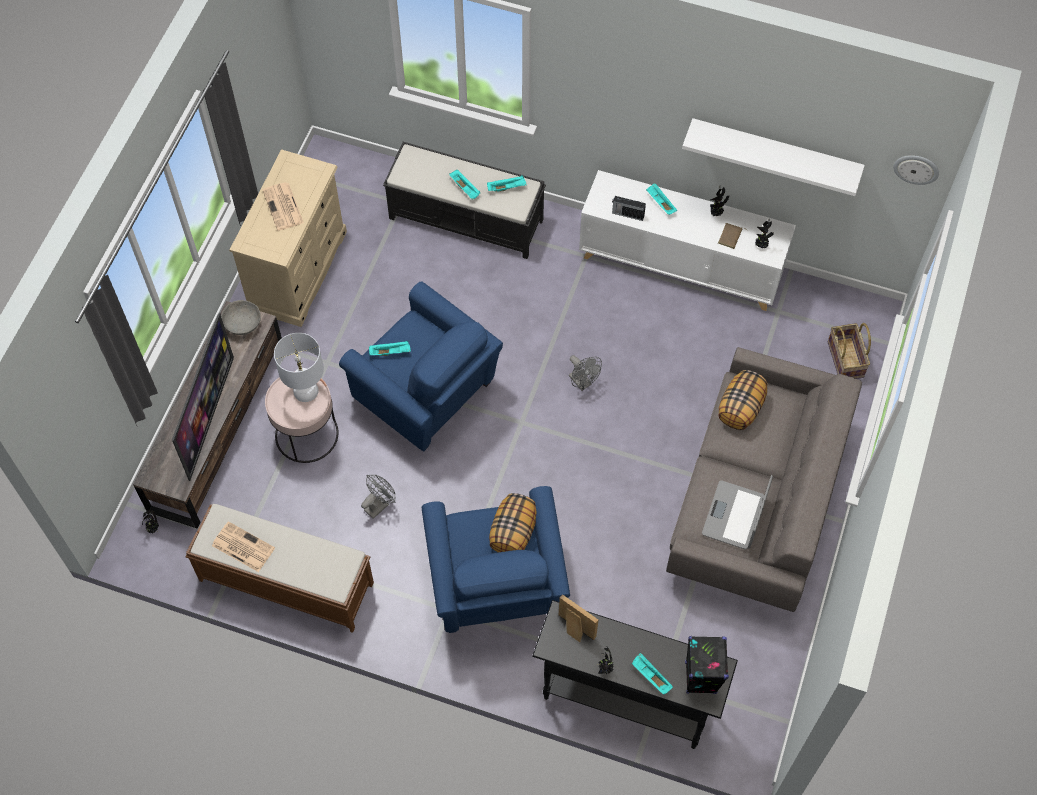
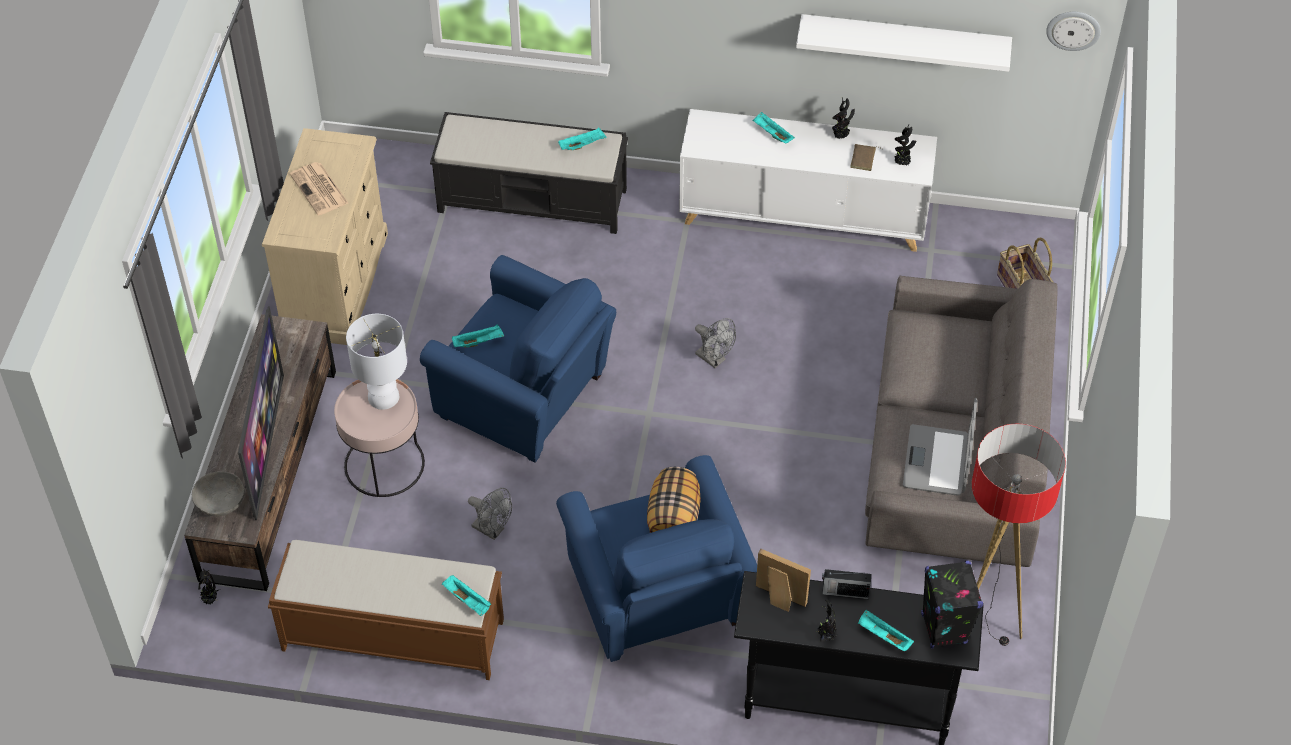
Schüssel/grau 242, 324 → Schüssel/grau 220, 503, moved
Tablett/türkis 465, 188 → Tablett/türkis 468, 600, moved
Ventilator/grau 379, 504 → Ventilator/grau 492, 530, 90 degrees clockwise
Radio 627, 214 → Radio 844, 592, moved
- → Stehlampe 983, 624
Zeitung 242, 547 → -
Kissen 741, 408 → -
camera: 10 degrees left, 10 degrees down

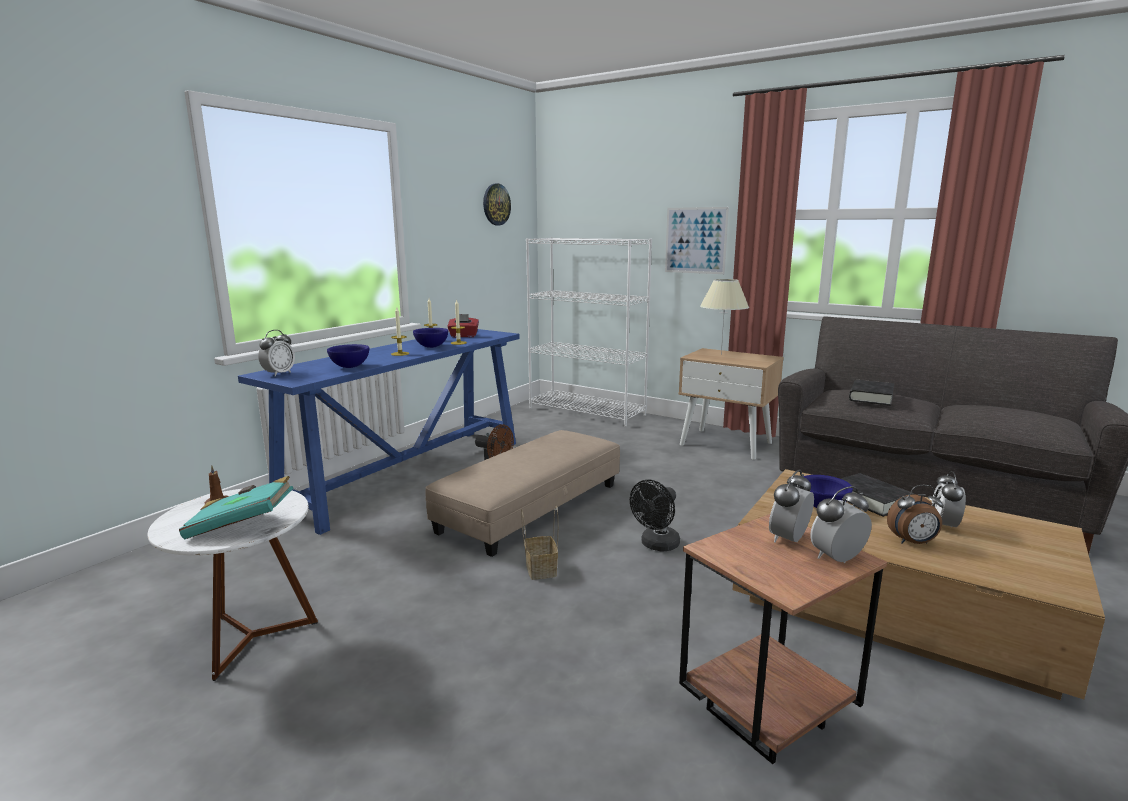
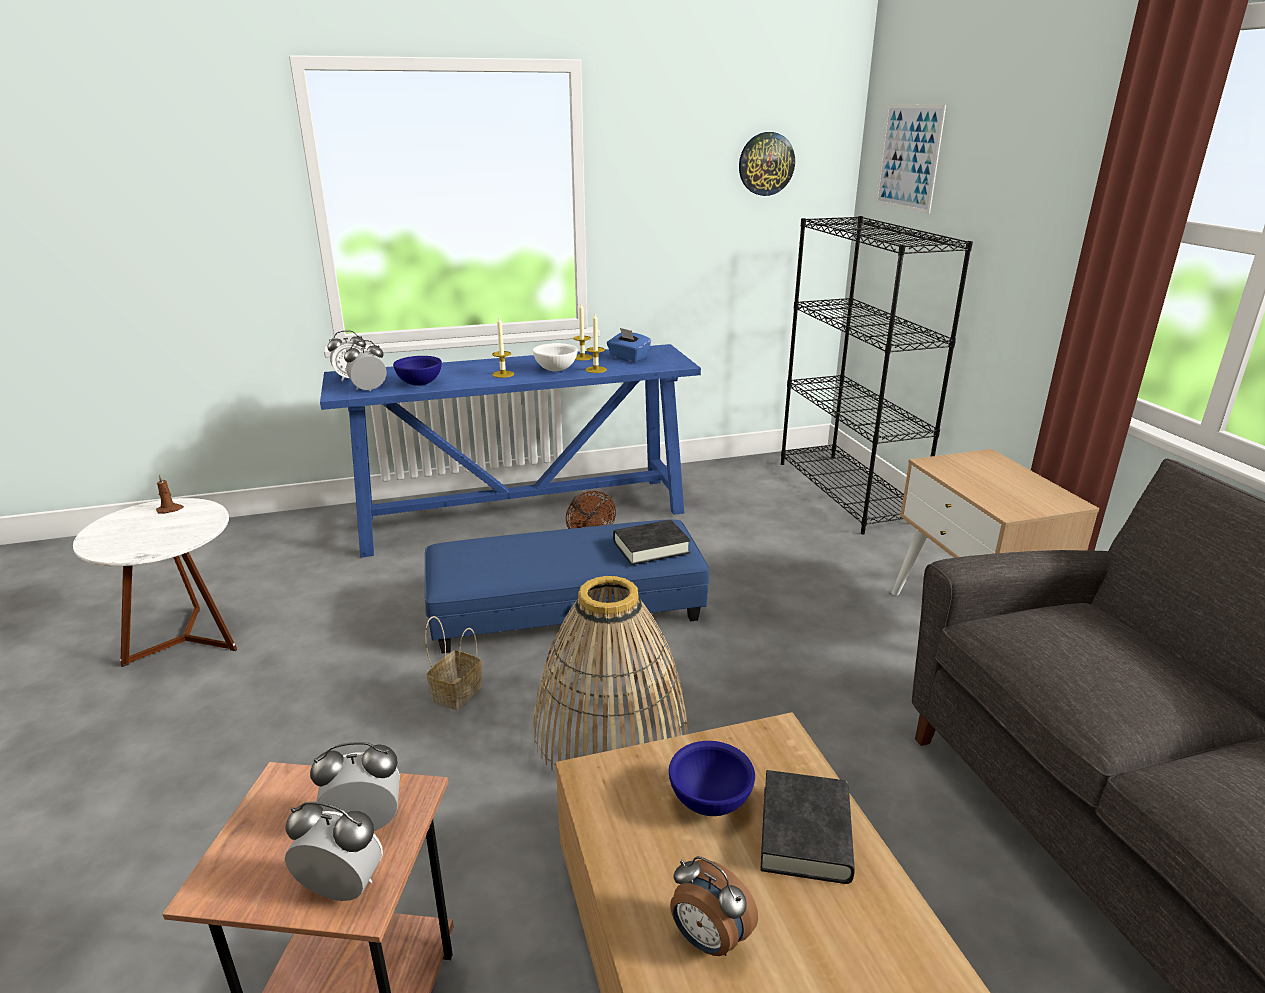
Wecker 944, 526 → Wecker 369, 389, moved
Polsterhocker/beige 531, 507 → Polsterhocker/blau 566, 610
Schüssel/blau 431, 346 → Schüssel/weiß 556, 369
Ventilator/schwarz 656, 545 → Korb 610, 730
Taschentuchbox/rot 463, 336 → Taschentuchbox/blau 628, 358
Buch/schwarz 871, 397 → Buch/schwarz 651, 547, moved
Bücherregal/weiß 587, 412 → Bücherregal/schwarz 847, 492
Bild 695, 240 → Bild 909, 157, moved
Buch/türkis 242, 525 → -
Tischlampe/beige 721, 354 → -
camera: 40 degrees right, 10 degrees up

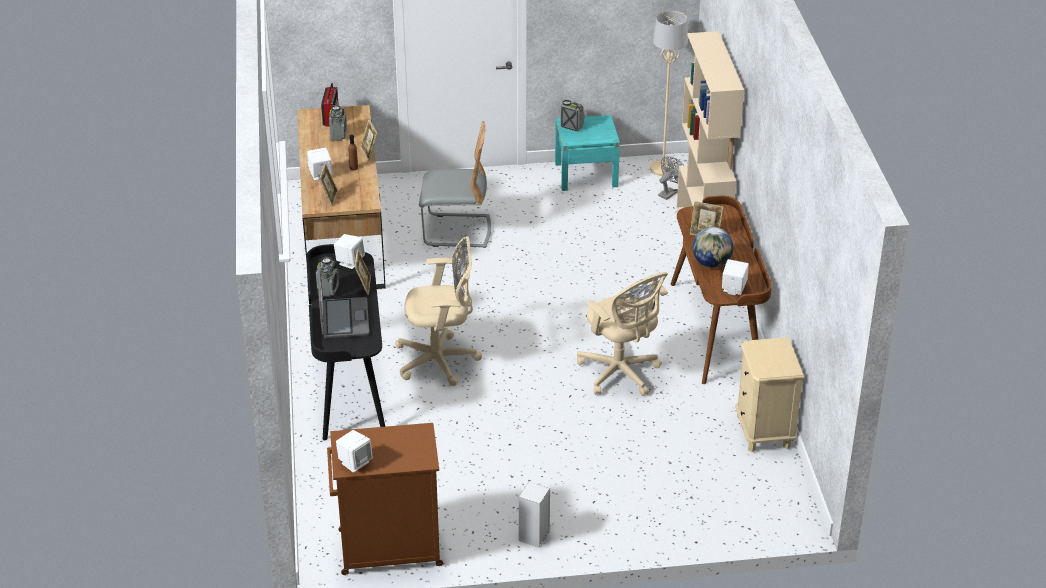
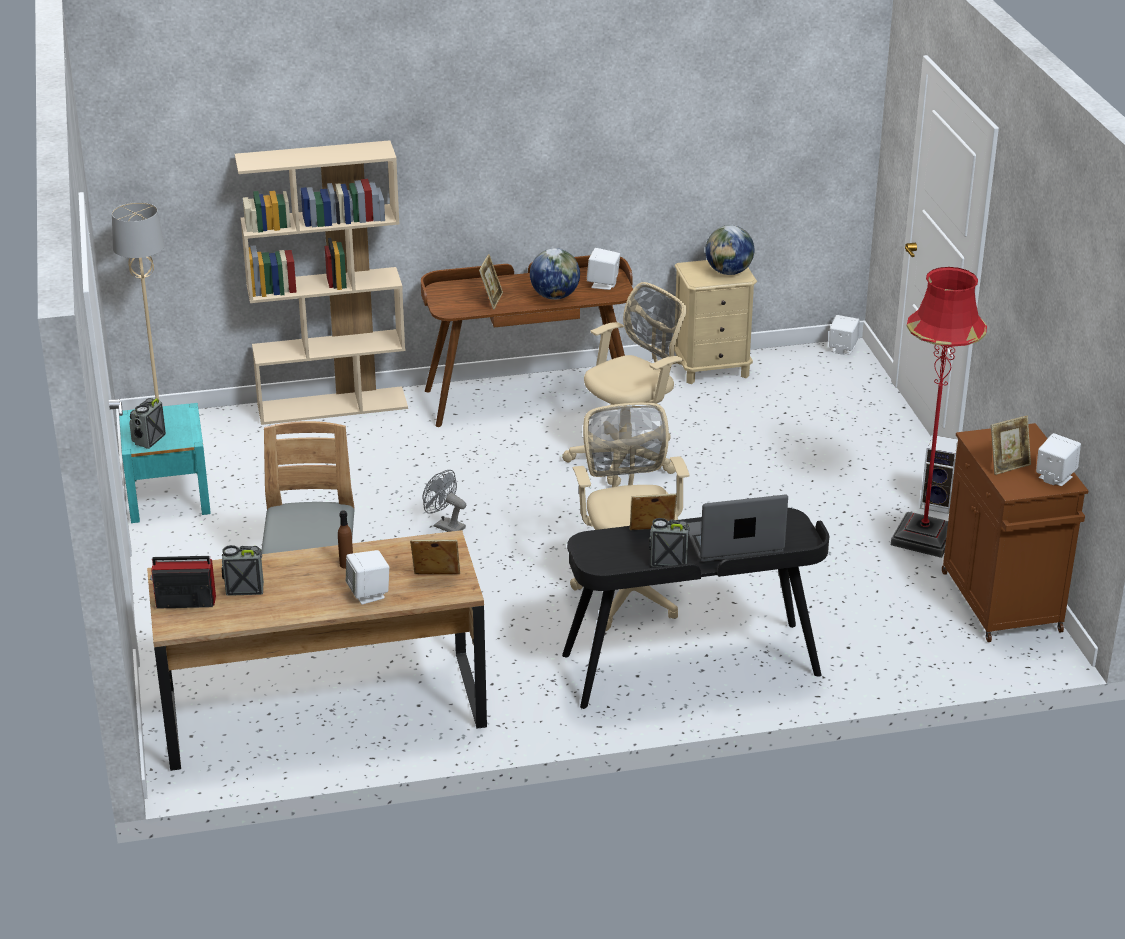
Ventilator/grau 669, 193 → Ventilator/grau 445, 526, moved
- → Globus 728, 272
Lautsprecher/weiß 350, 262 → Lautsprecher/weiß 842, 349, moved
- → Stehlampe/rot 923, 538
Bilderrahmen 369, 153 → Bilderrahmen 1008, 466, moved
camera: 95 degrees left, 5 degrees down

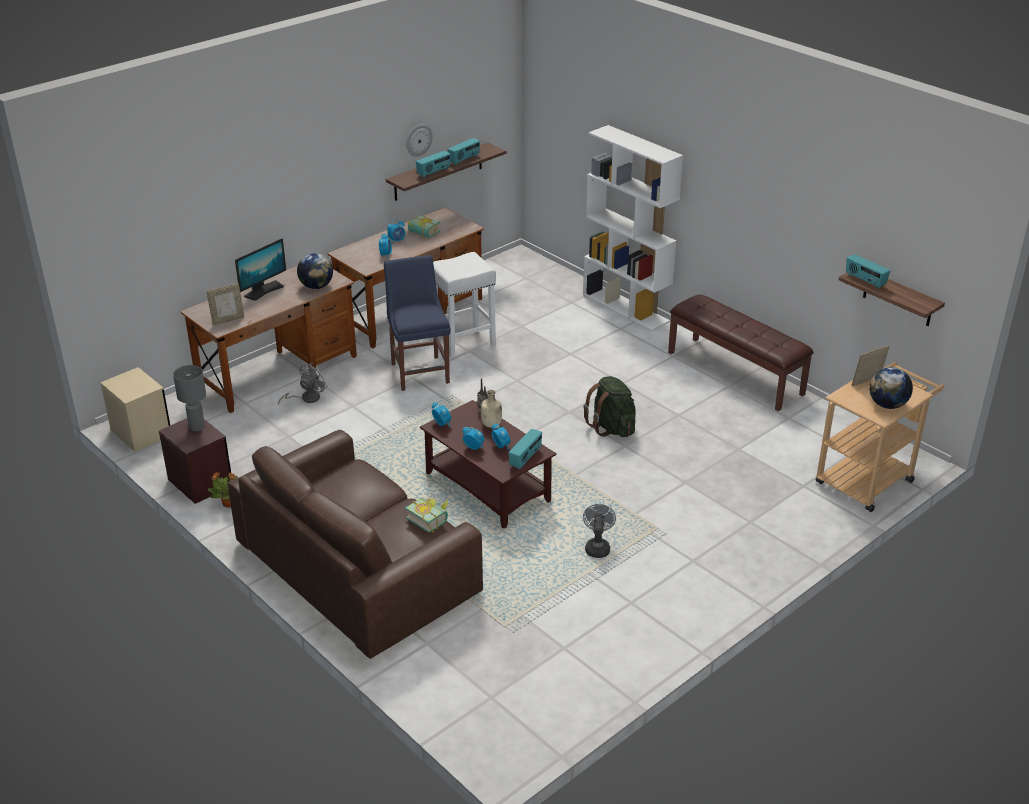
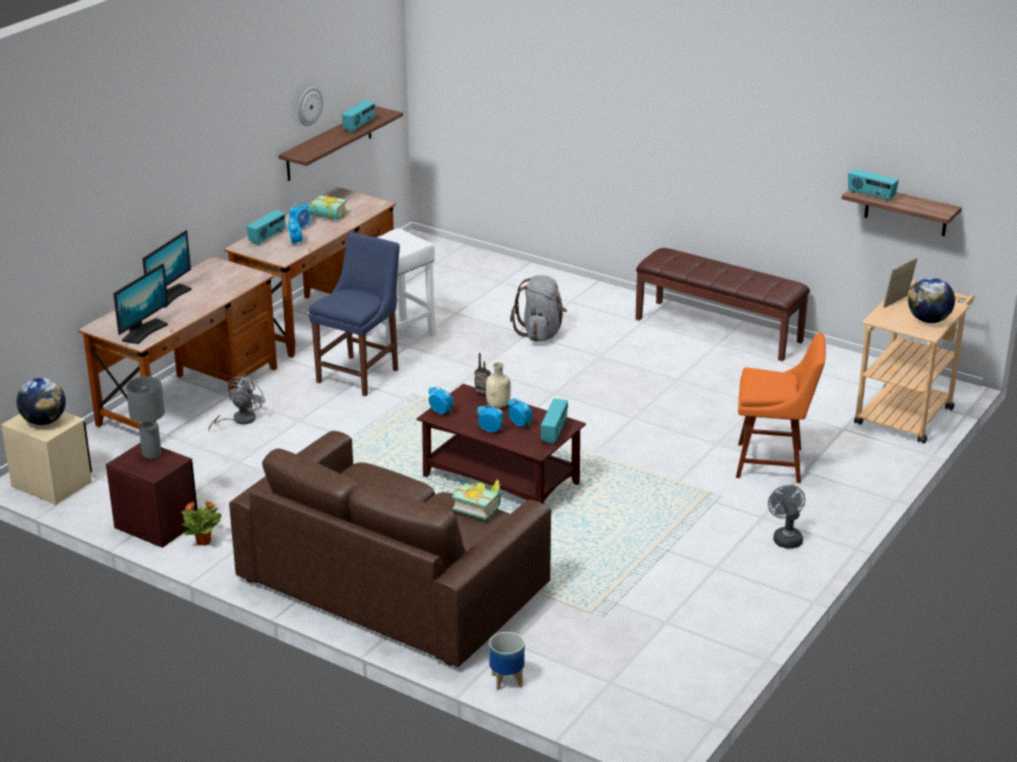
Globus 316, 286 → Globus 44, 421, moved
Bilderrahmen 228, 320 → Monitor 144, 332
Radio 434, 172 → Radio 267, 237, moved
Stuhl/blau 419, 371 → Stuhl/blau 360, 374, 60 degrees clockwise
- → Pflanzkübel 506, 680
- → Rucksack/grau 541, 333
- → Stuhl/orange 773, 463
Ventilator/grau 597, 547 → Ventilator/grau 785, 537, moved
Bücherregal/weiß 626, 308 → -
Rucksack/grün 612, 427 → -
camera: 15 degrees left, 5 degrees down

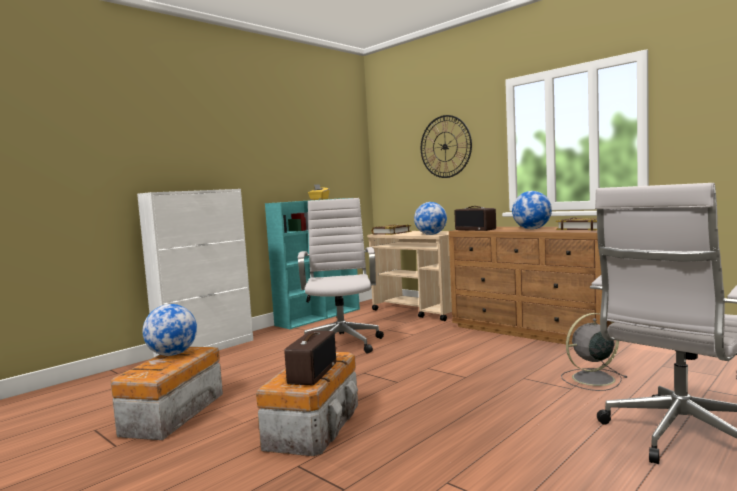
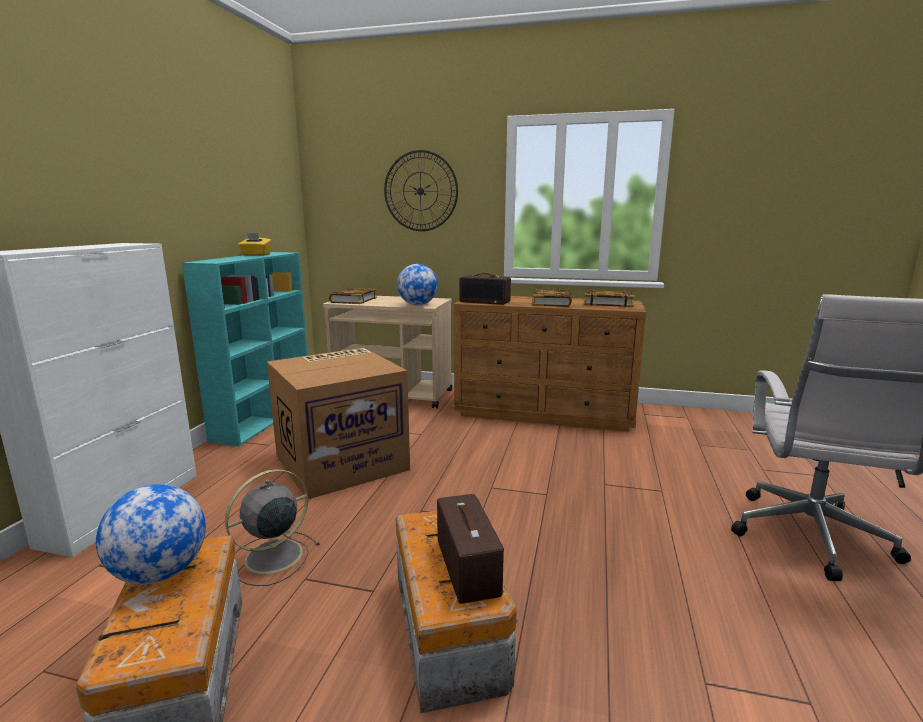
Ventilator/grau 591, 379 → Ventilator/grau 271, 557, moved
Bürostuhl/weiß 342, 343 → Karton 342, 461
Globus 532, 229 → Buch 552, 302
camera: 30 degrees left, 10 degrees up

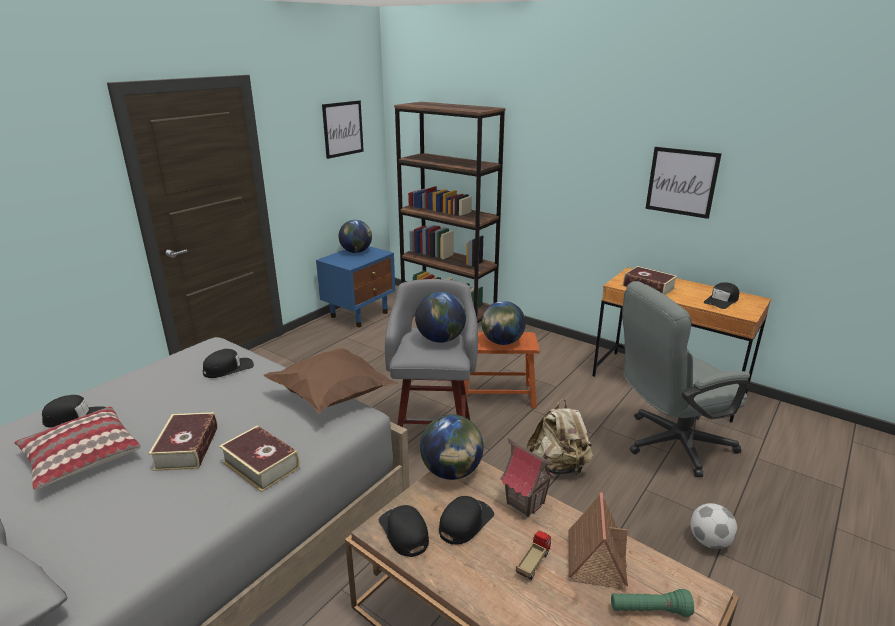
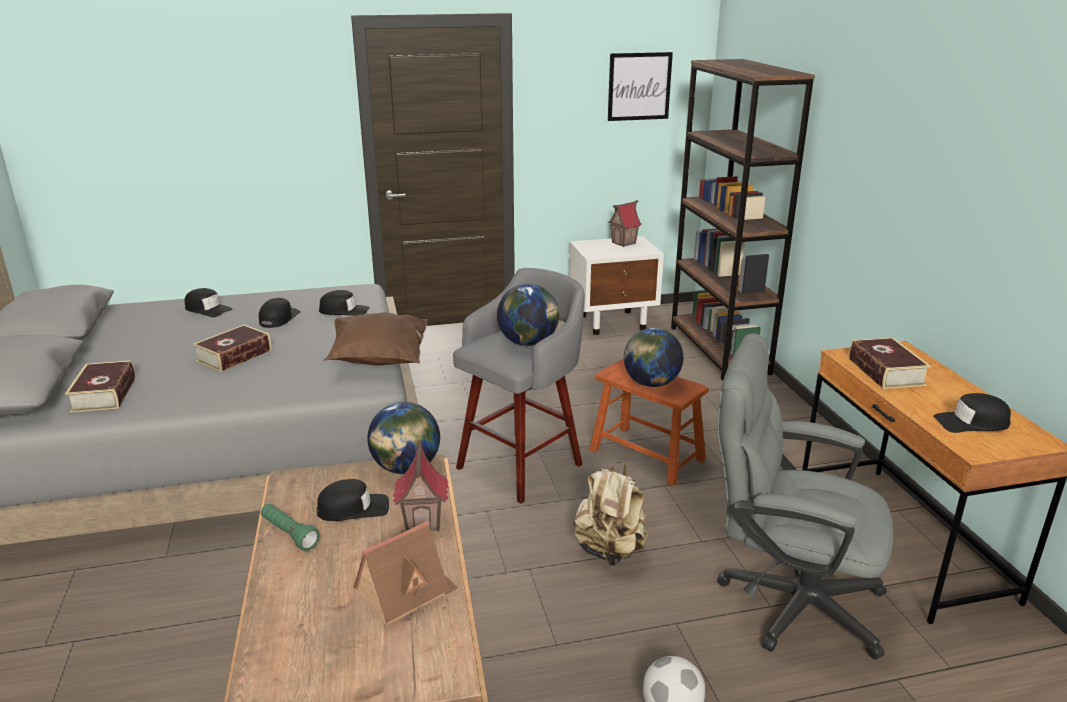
Buch 261, 465 → Buch 104, 394, moved
Kappe/schwarz 404, 532 → Kappe/schwarz 279, 318, moved
Taschenlampe/grün 649, 610 → Taschenlampe/grün 289, 534, moved
Nachttisch/blau 360, 314 → Nachttisch/weiß 613, 322
Globus 356, 252 → Spielzeughaus 624, 243
Kissen 81, 457 → -
Spielzeuglaster 533, 563 → -
Bild 681, 182 → -
camera: 40 degrees right, 0 degrees up

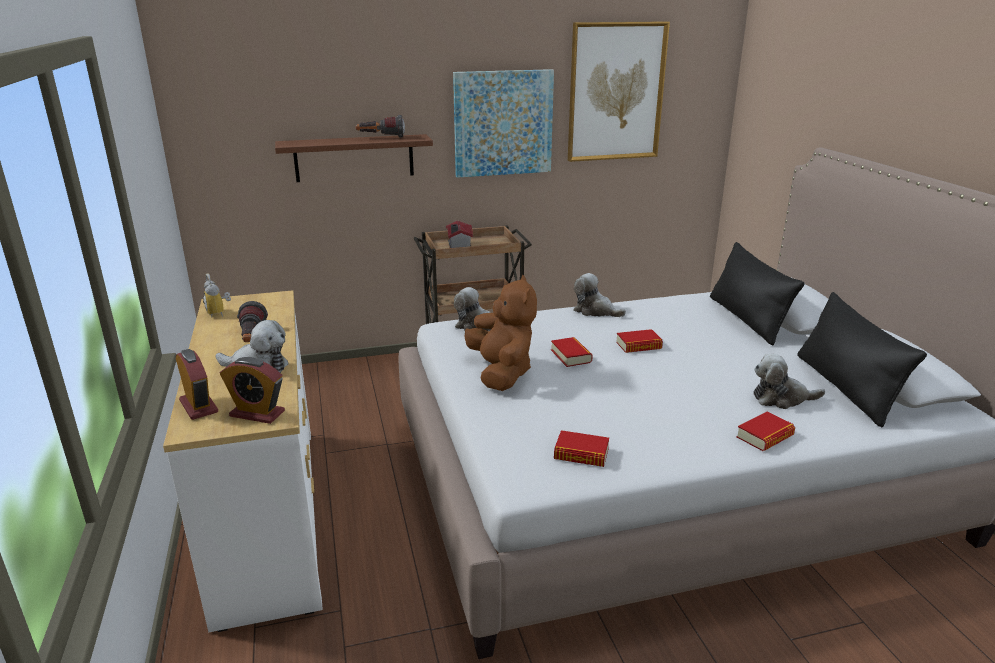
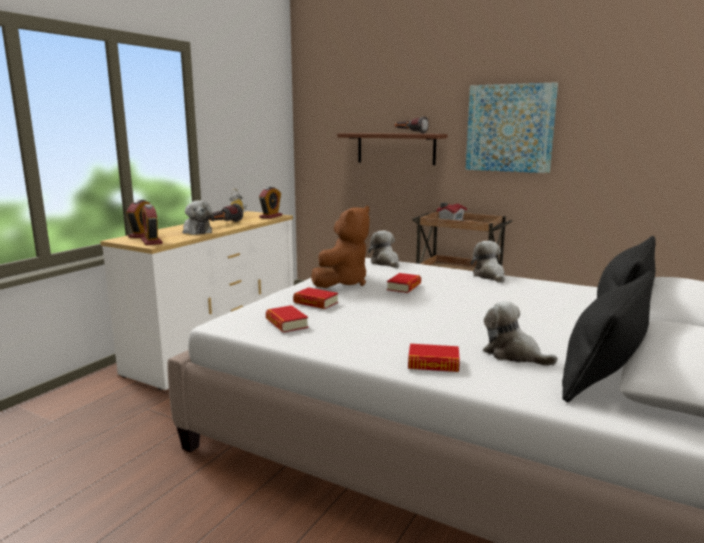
- → Wecker 271, 216
Buch 638, 345 → Buch 315, 303, moved
Bild 616, 92 → -
camera: 45 degrees right, 10 degrees down

